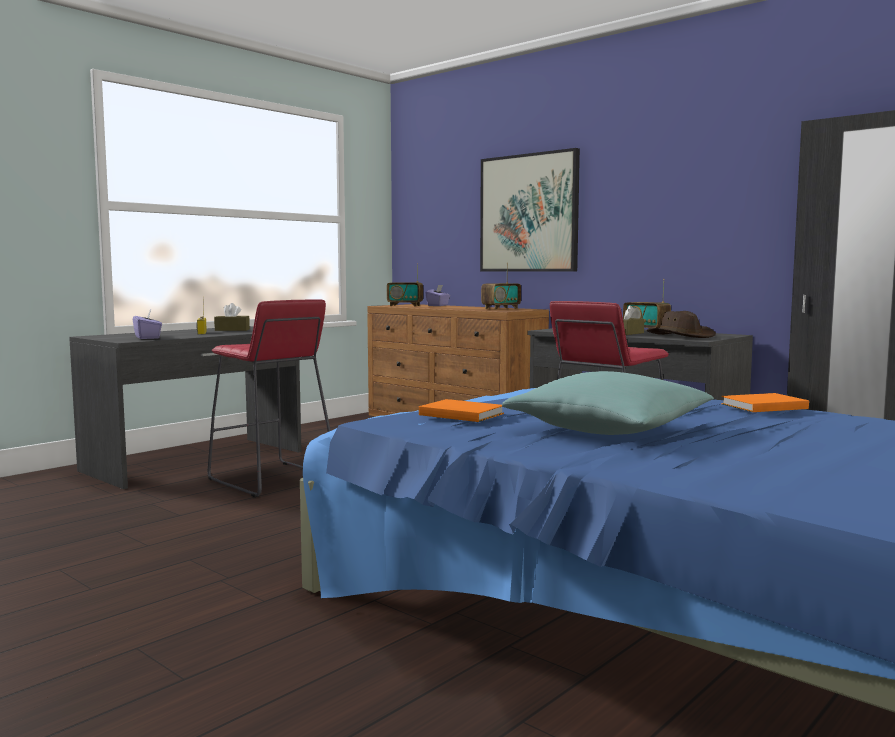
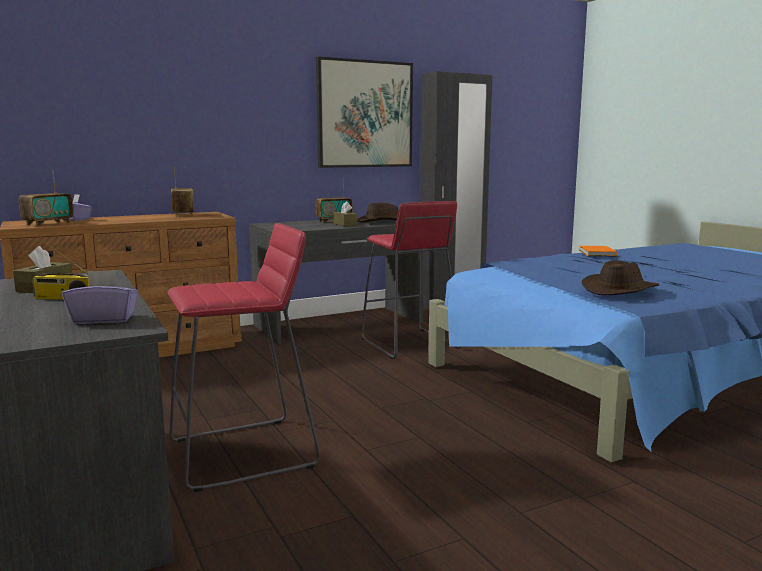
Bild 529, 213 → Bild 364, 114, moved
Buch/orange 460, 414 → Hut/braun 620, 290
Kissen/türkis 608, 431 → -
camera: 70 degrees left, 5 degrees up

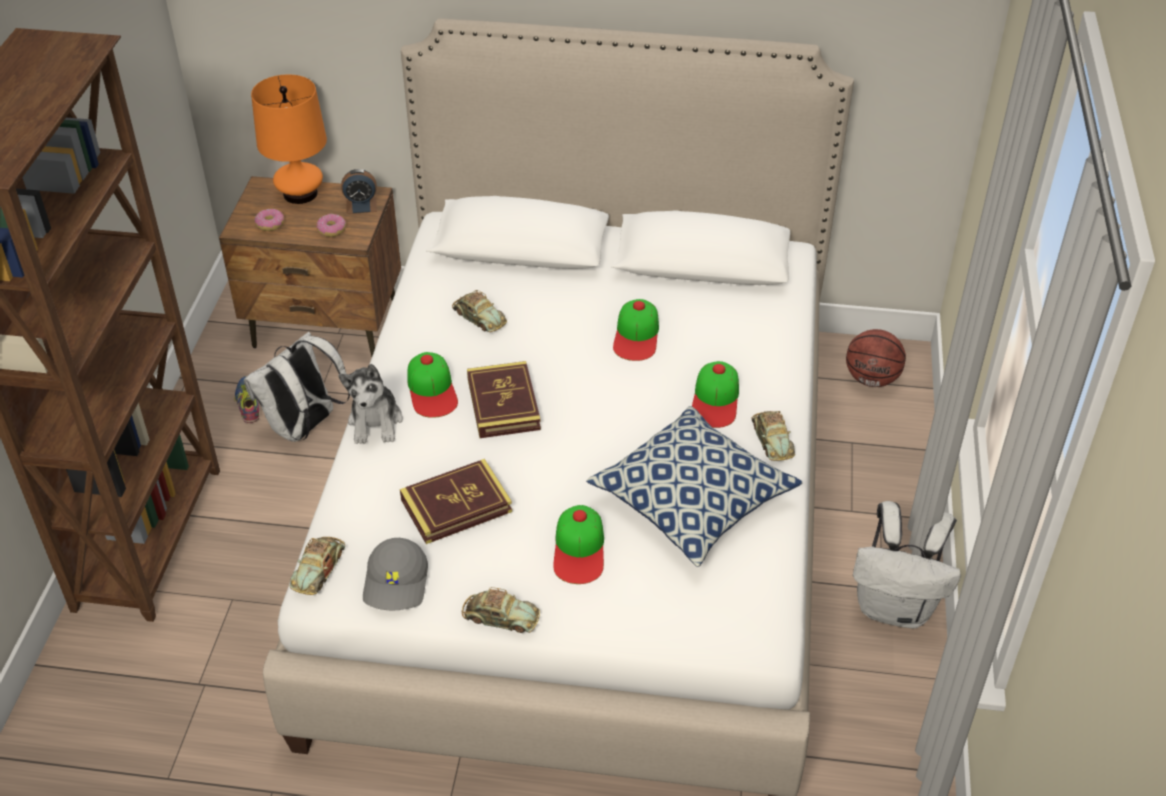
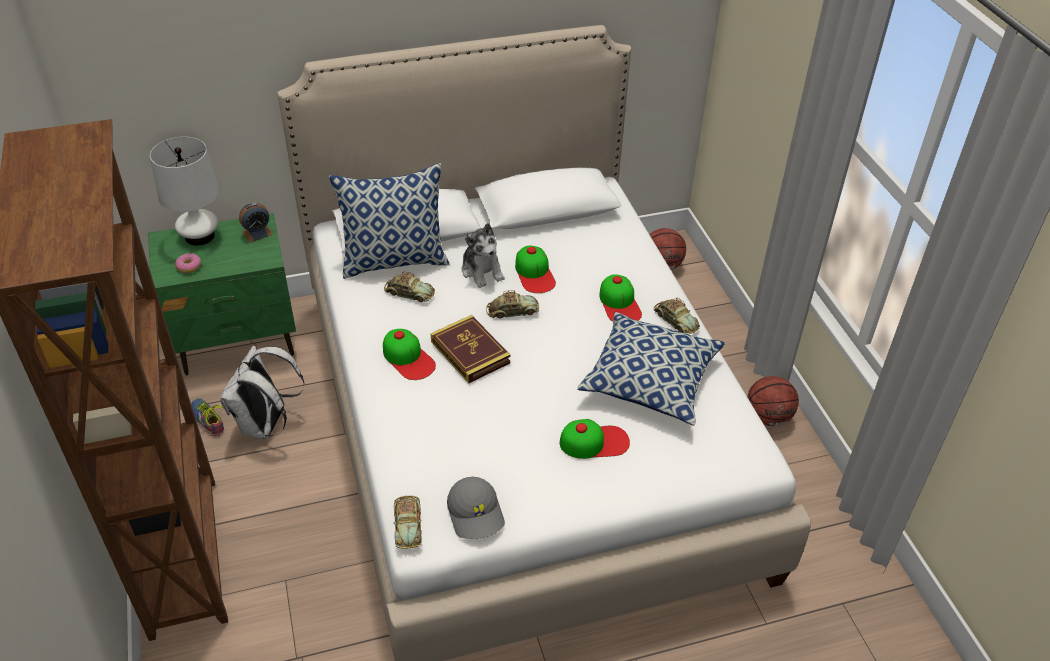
Nachttisch/braun 326, 325 → Nachttisch/grün 238, 340
Tischlampe/orange 300, 193 → Tischlampe/weiß 199, 236
- → Kissen 395, 260
Plüschtier 376, 422 → Plüschtier 482, 271, moved
Spielzeugauto 500, 617 → Spielzeugauto 512, 311, moved
Kappe 579, 549 → Kappe 594, 442, 75 degrees counterclockwise
Rucksack/weiß 895, 608 → Basketball 768, 417
Donut 331, 230 → -
Buch 456, 505 → -
camera: 25 degrees left, 0 degrees up

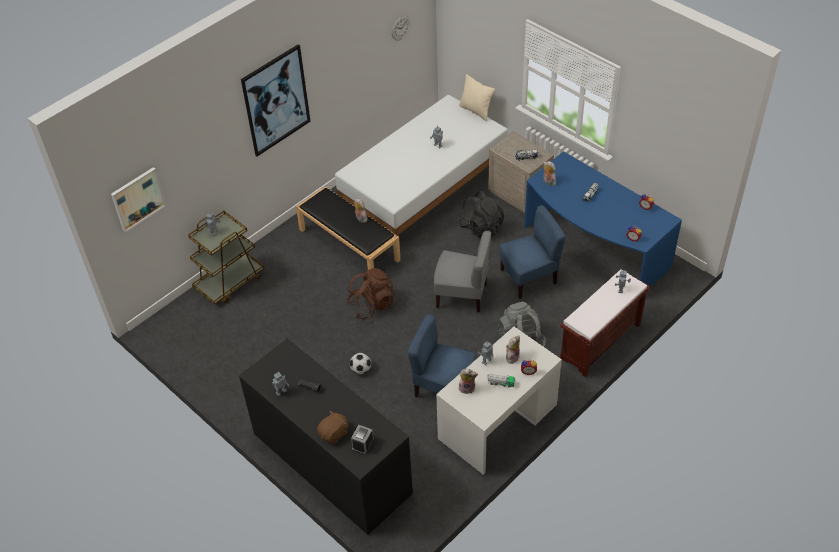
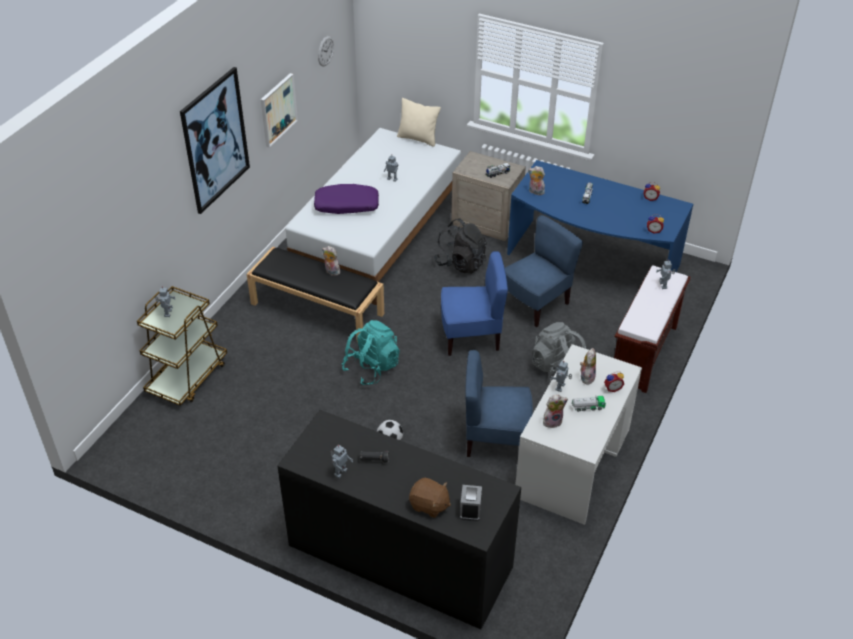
Bild 138, 199 → Bild 278, 109, moved
- → Kissen/lila 346, 206
Rucksack/braun 371, 305 → Rucksack/türkis 371, 368
Plüschtier/braun 334, 433 → Plüschtier/braun 429, 505, 90 degrees clockwise
Stuhl/grau 462, 295 → Stuhl/blau 471, 336
camera: 20 degrees left, 5 degrees down

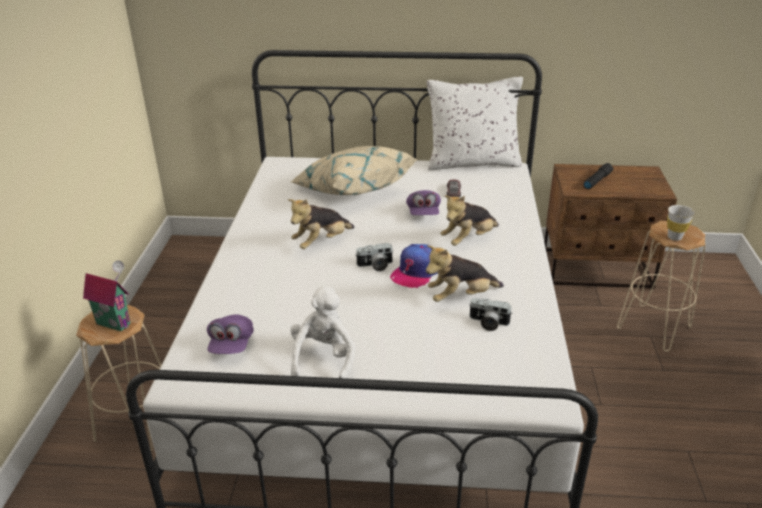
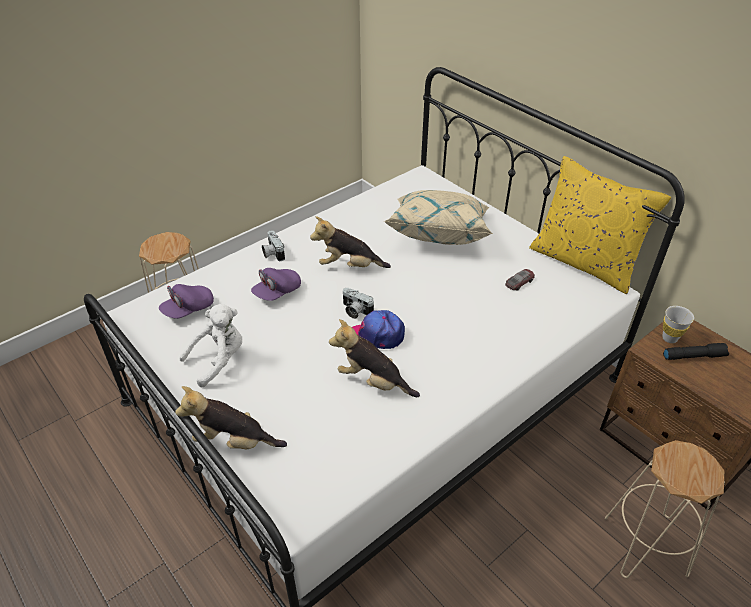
Plüschtier 468, 239 → Plüschtier 234, 441, moved
Kappe/lila 423, 213 → Kappe/lila 277, 292, moved
Kamera 488, 323 → Kamera 272, 253, moved
Kissen/weiß 472, 162 → Kissen/gelb 584, 262
Tasse/weiß 674, 237 → Tasse/weiß 669, 338, moved
Spielzeughaus 115, 322 → -
camera: 45 degrees right, 10 degrees up

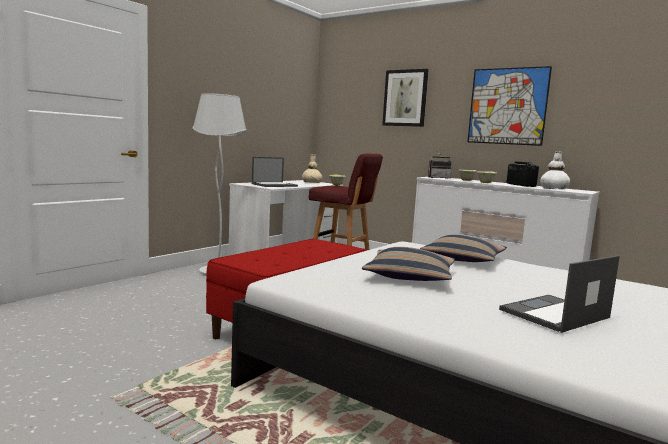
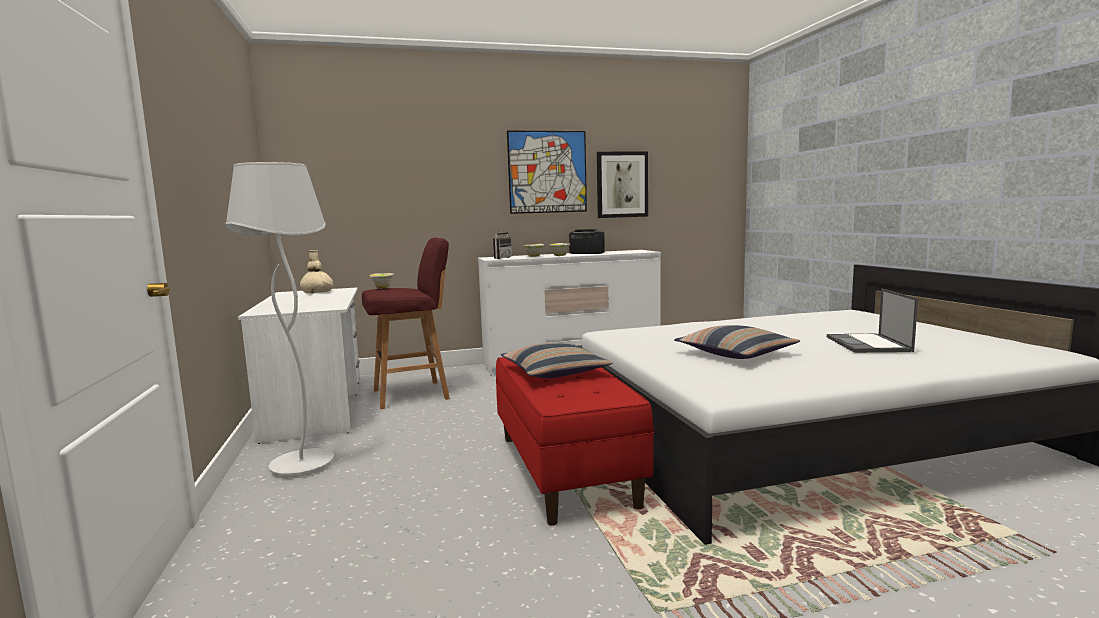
Kissen 463, 259 → Kissen 555, 372, moved
Bild 405, 98 → Bild 622, 184, moved
Laptop 275, 185 → -
Vase/weiß 553, 189 → -
camera: 50 degrees left, 0 degrees up

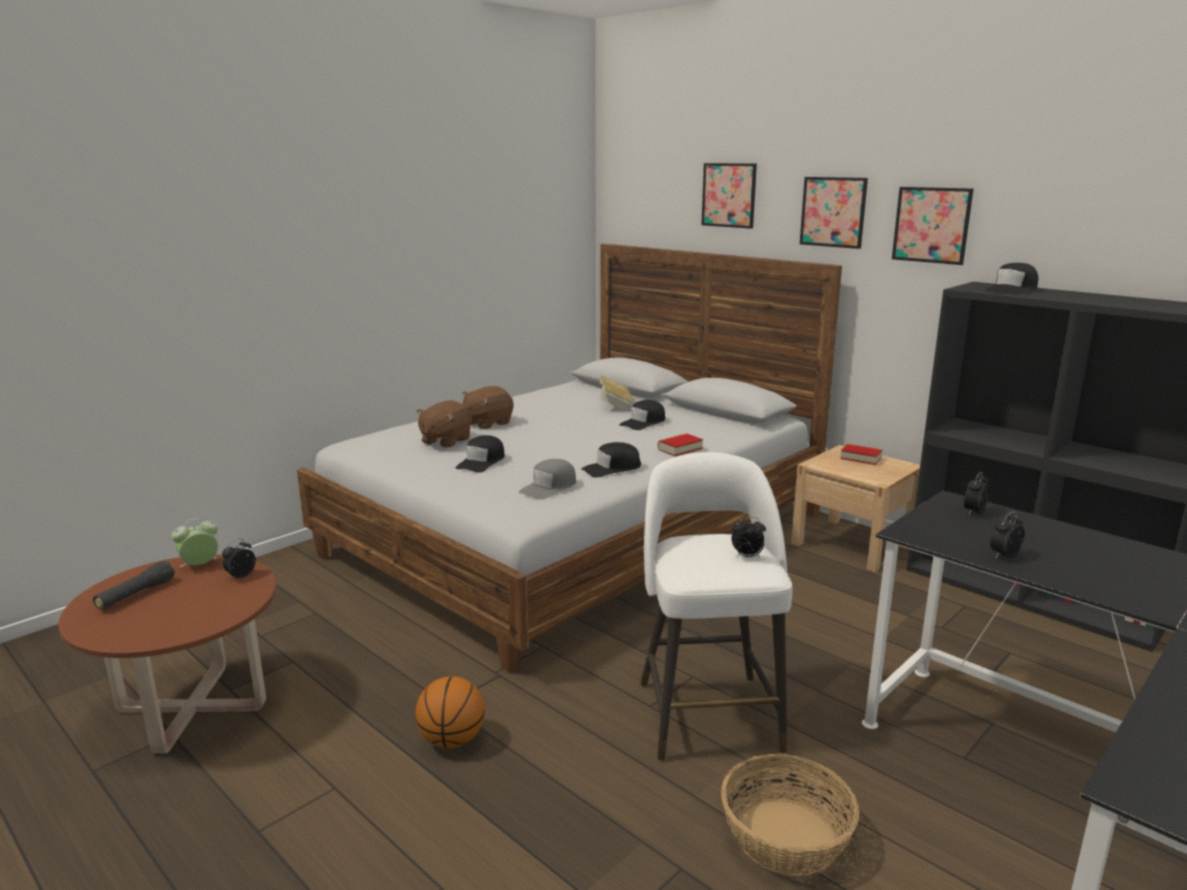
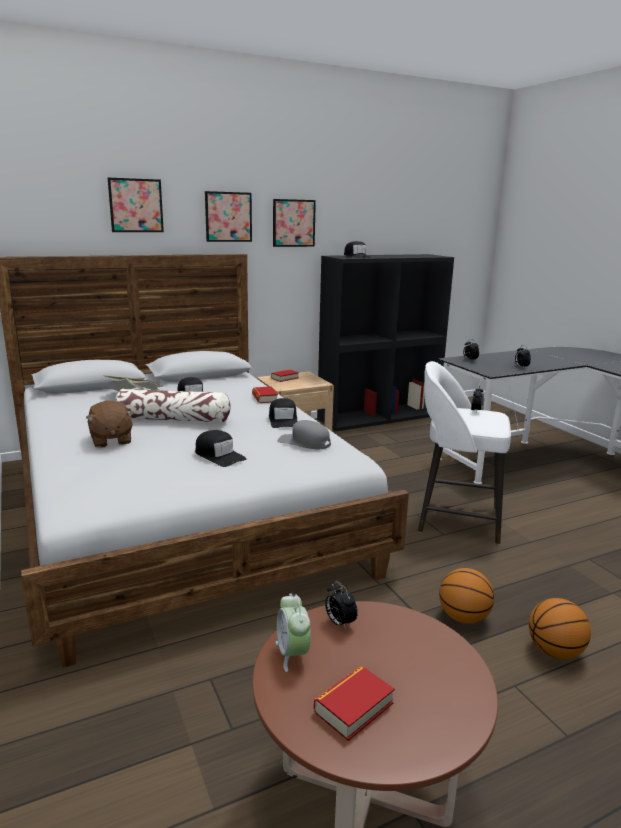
- → Kissen 173, 419
Kappe/grau 549, 487 → Kappe/grau 304, 442, 150 degrees clockwise
Taschenlampe/schwarz 136, 595 → Buch 353, 707
- → Basketball 554, 651
Plüschtier/braun 445, 441 → -
Korb 786, 837 → -
camera: 70 degrees left, 0 degrees up

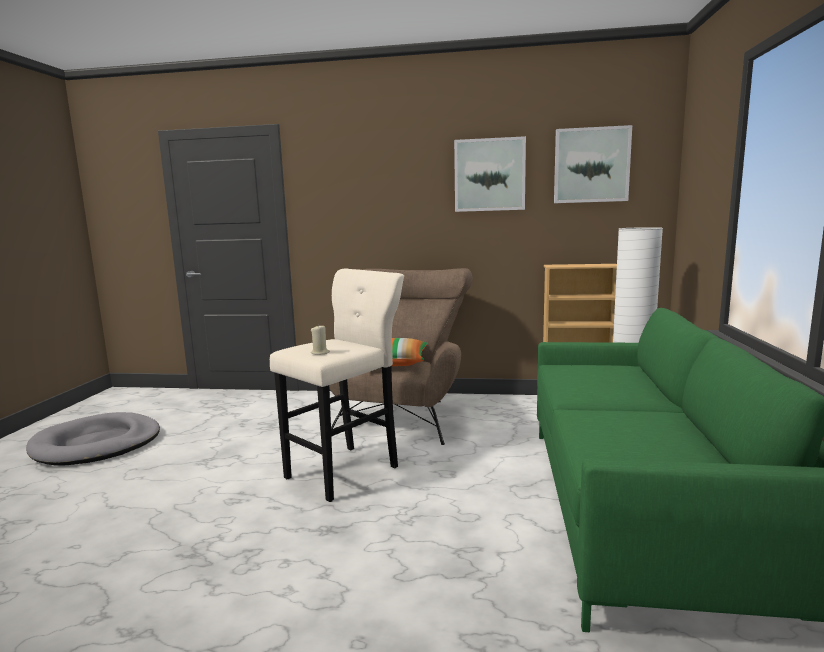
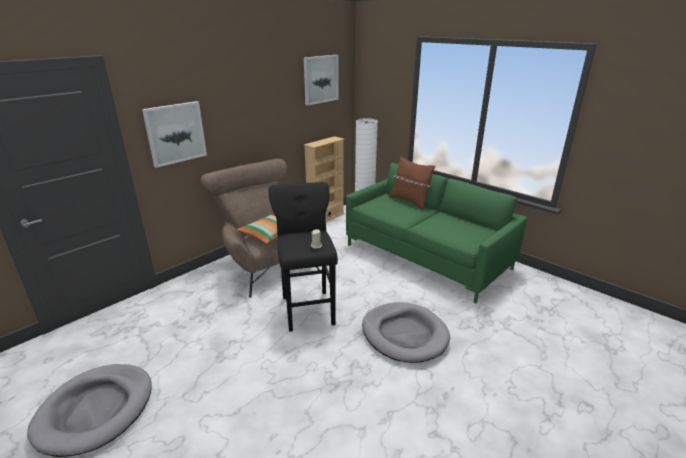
Bild 489, 175 → Bild 175, 133, moved
Hocker/beige 346, 470 → Hocker/schwarz 307, 308
- → Hundebett/grau 404, 334
- → Kissen/braun 409, 201
camera: 55 degrees left, 15 degrees up

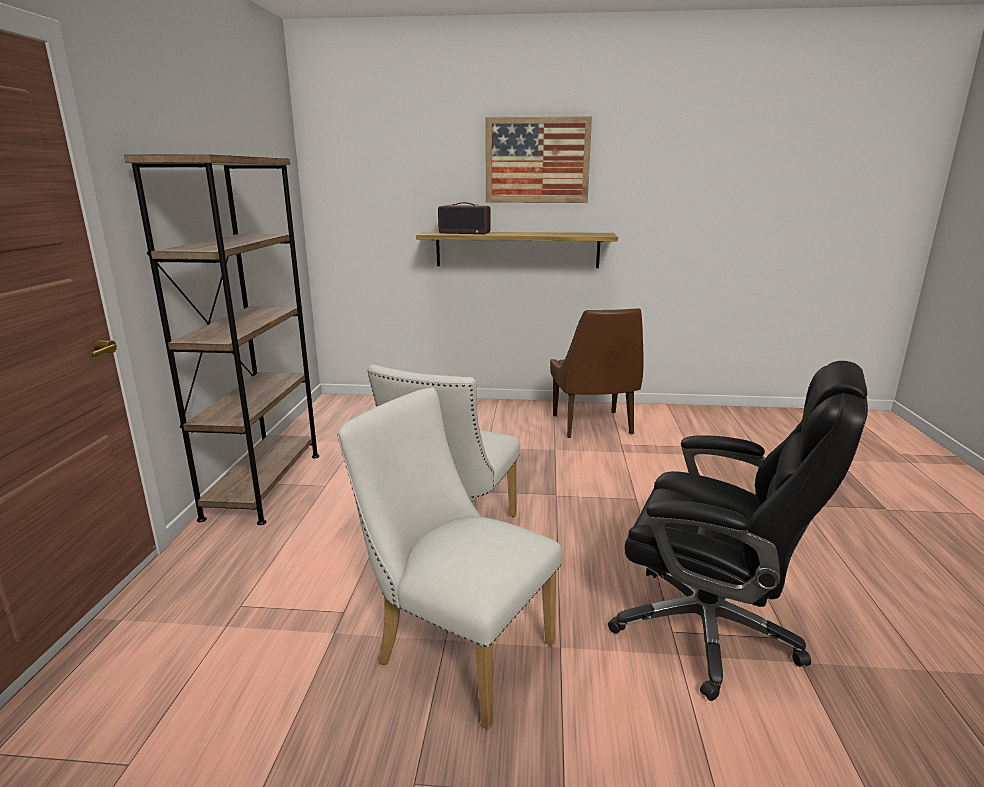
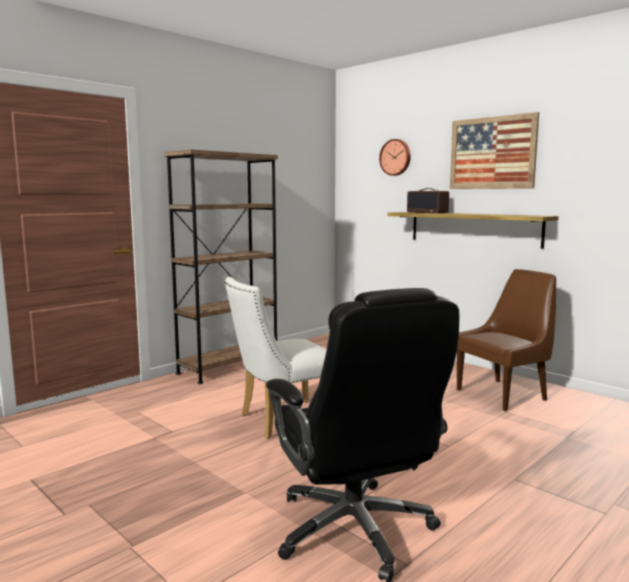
- → Wanduhr 396, 157
Stuhl/braun 593, 426 → Stuhl/braun 503, 394, 150 degrees counterclockwise
Stuhl/weiß 455, 649 → -
camera: 40 degrees right, 10 degrees down

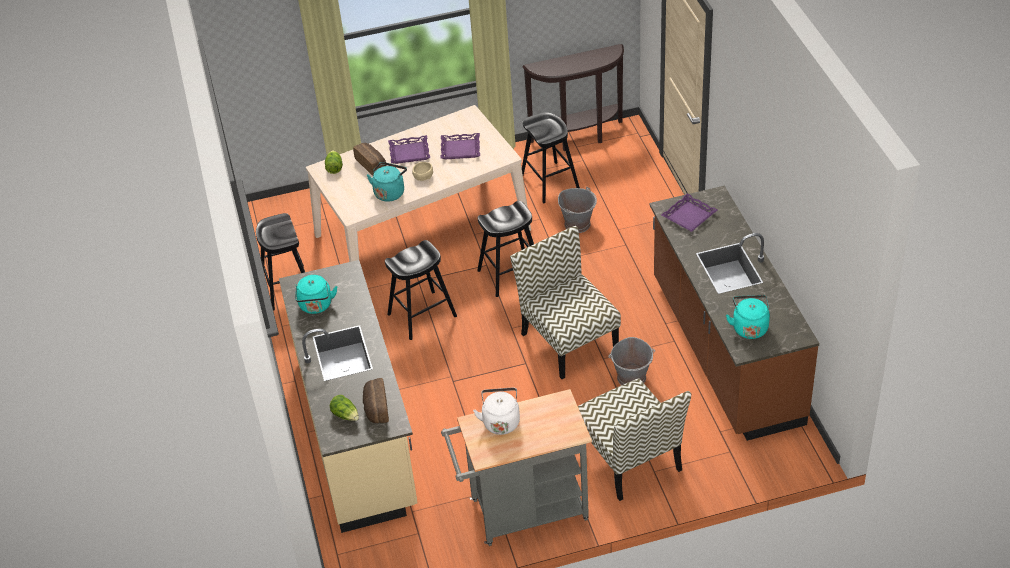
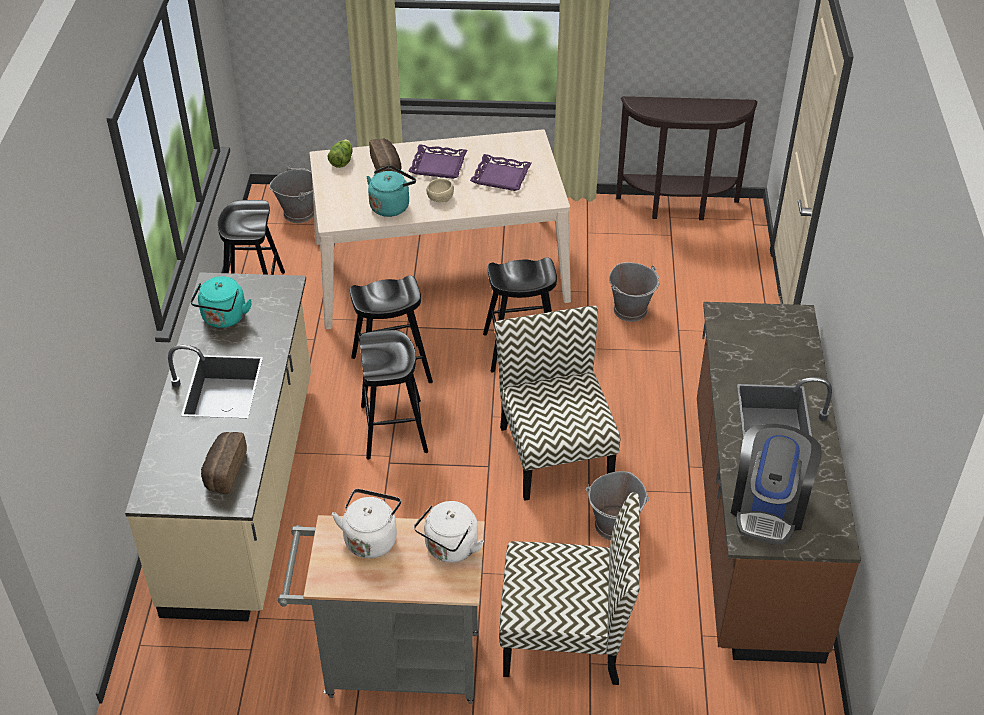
- → Eimer/grau 299, 213
Hocker/schwarz 549, 182 → Hocker/schwarz 394, 428, moved
- → Wasserkessel/weiß 450, 549
Stuhl 630, 459 → Stuhl 566, 636, 75 degrees counterclockwise
Wasserkessel/türkis 749, 327 → Kaffeemaschine 768, 507
Salatkopf 346, 415 → -
Tablett/lila 689, 216 → -
camera: 15 degrees right, 0 degrees up

